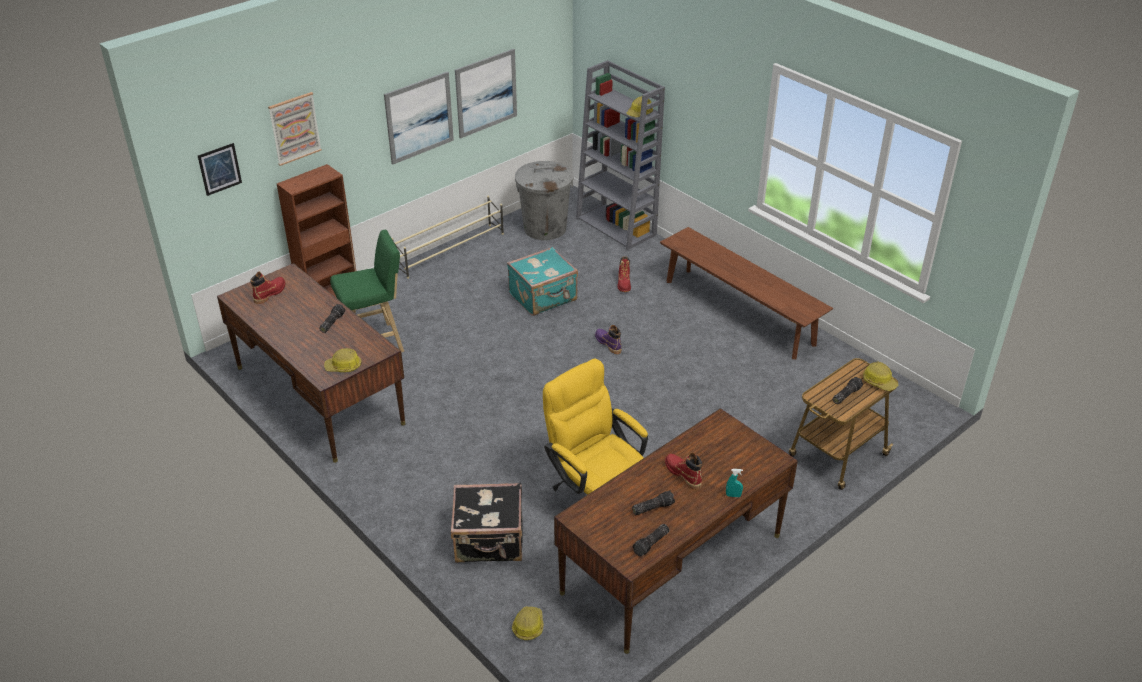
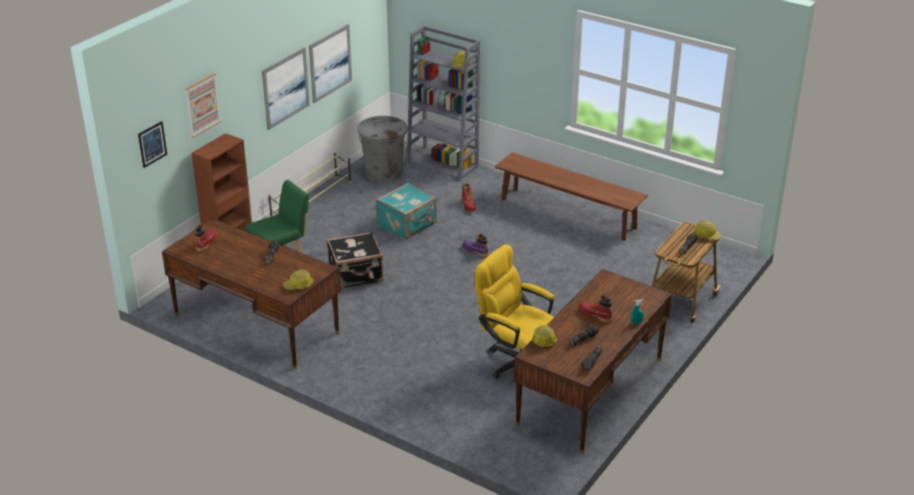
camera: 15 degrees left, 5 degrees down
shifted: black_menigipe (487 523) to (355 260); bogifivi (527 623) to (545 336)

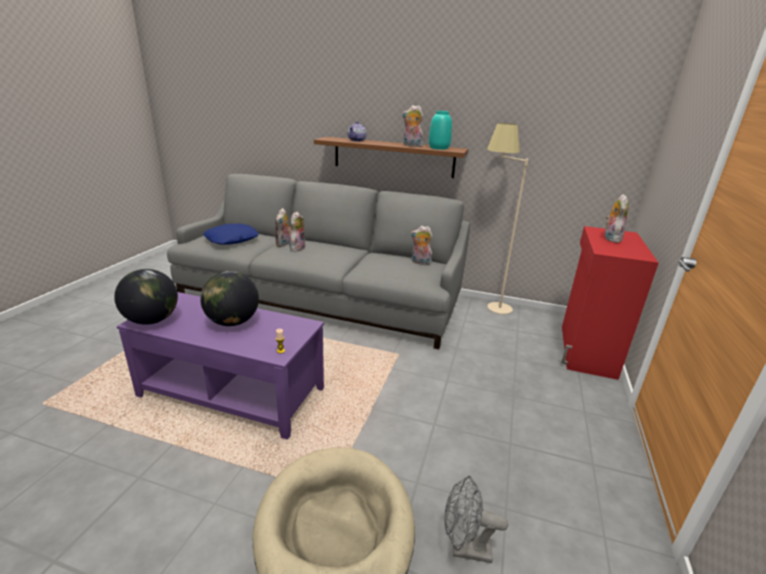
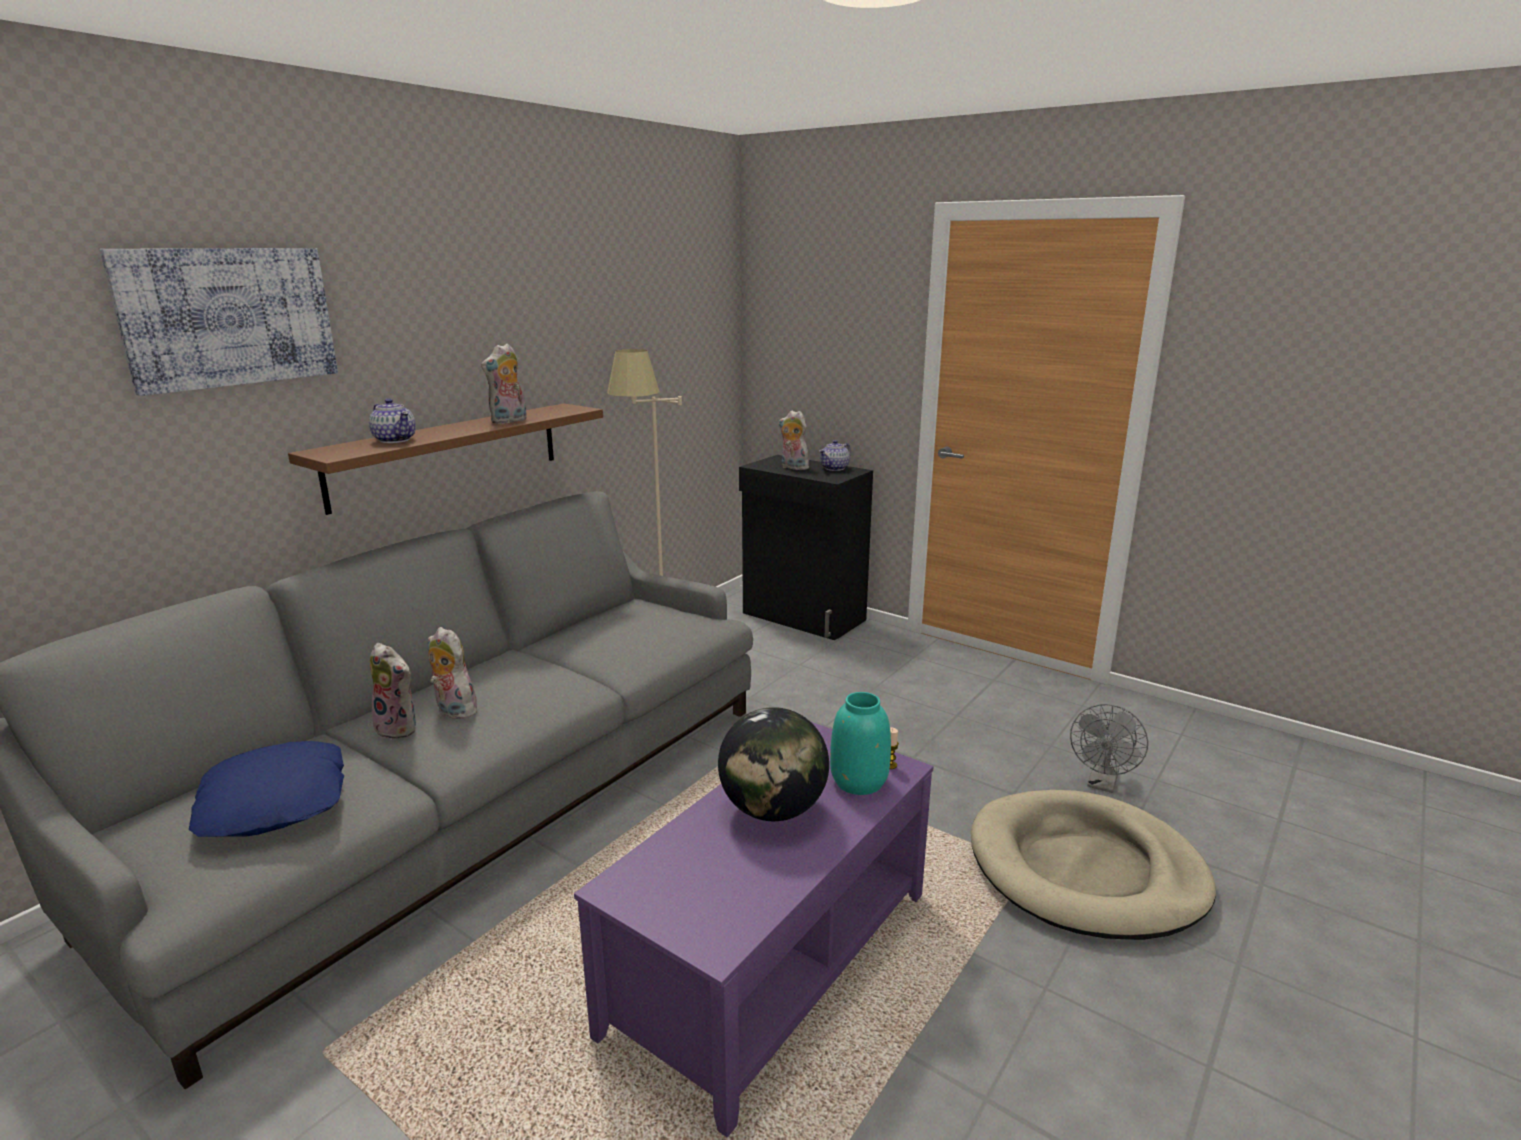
camera: 70 degrees left, 5 degrees down
gone: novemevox (146 297); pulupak (421 245)
new: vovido (219 322); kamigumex (835 455)
shifted: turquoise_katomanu (440 130) to (860 743)
repainted: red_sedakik (610 303) to black_sedakik (806 547)

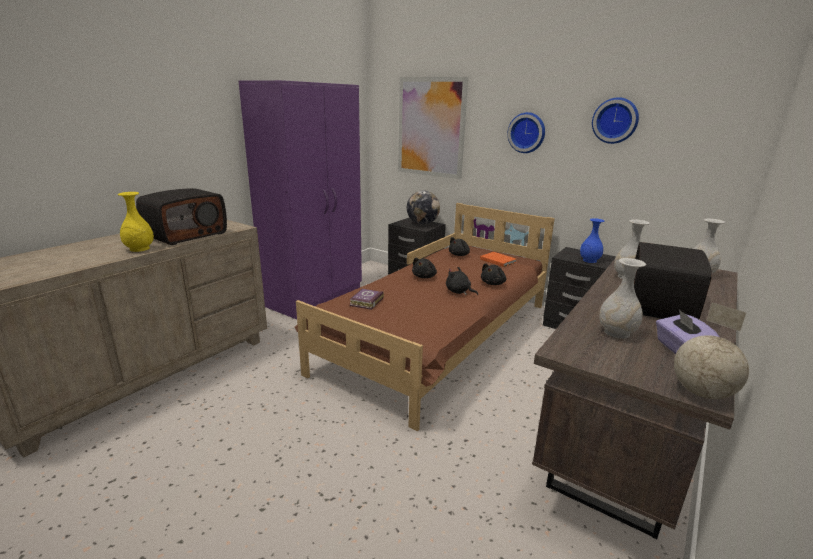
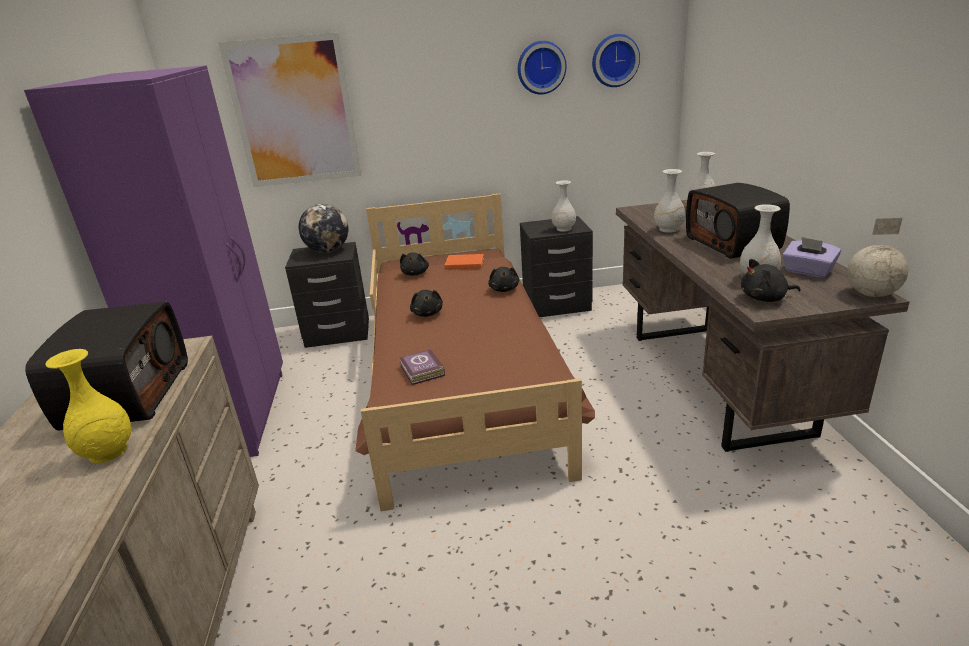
camera: 40 degrees left, 5 degrees up
shifted: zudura (526 132) to (616 60); black_pulupak (462 281) to (771 280)
repainted: blue_katomanu (592 240) to white_katomanu (564 206)

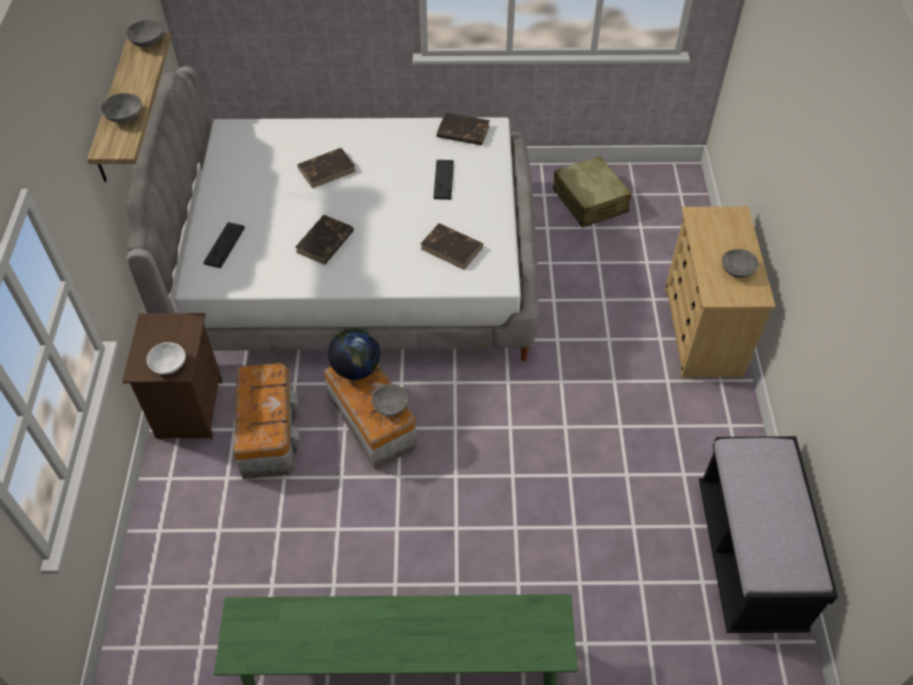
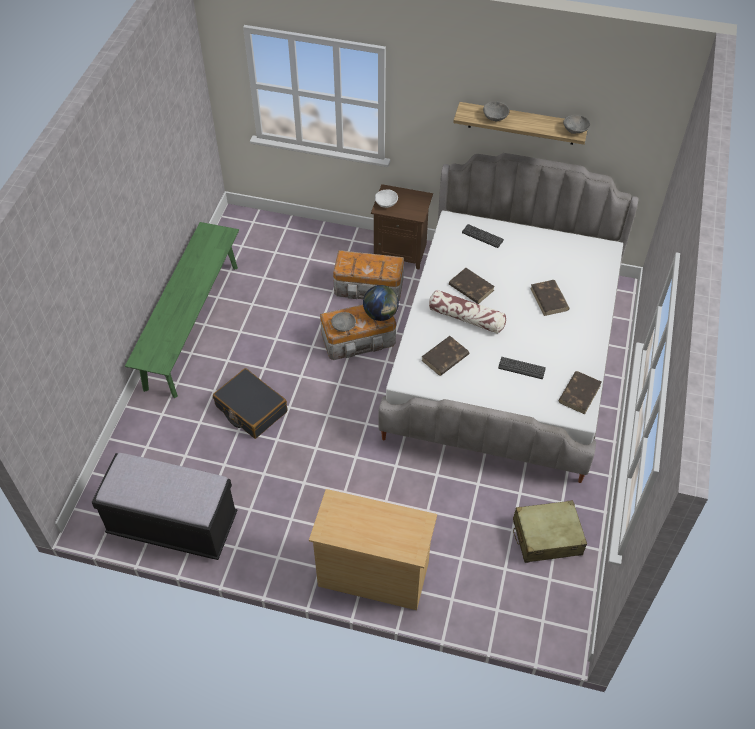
camera: 105 degrees right, 0 degrees up
gone: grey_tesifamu (740 263)
new: black_menigipe (250 403); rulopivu (467 312)

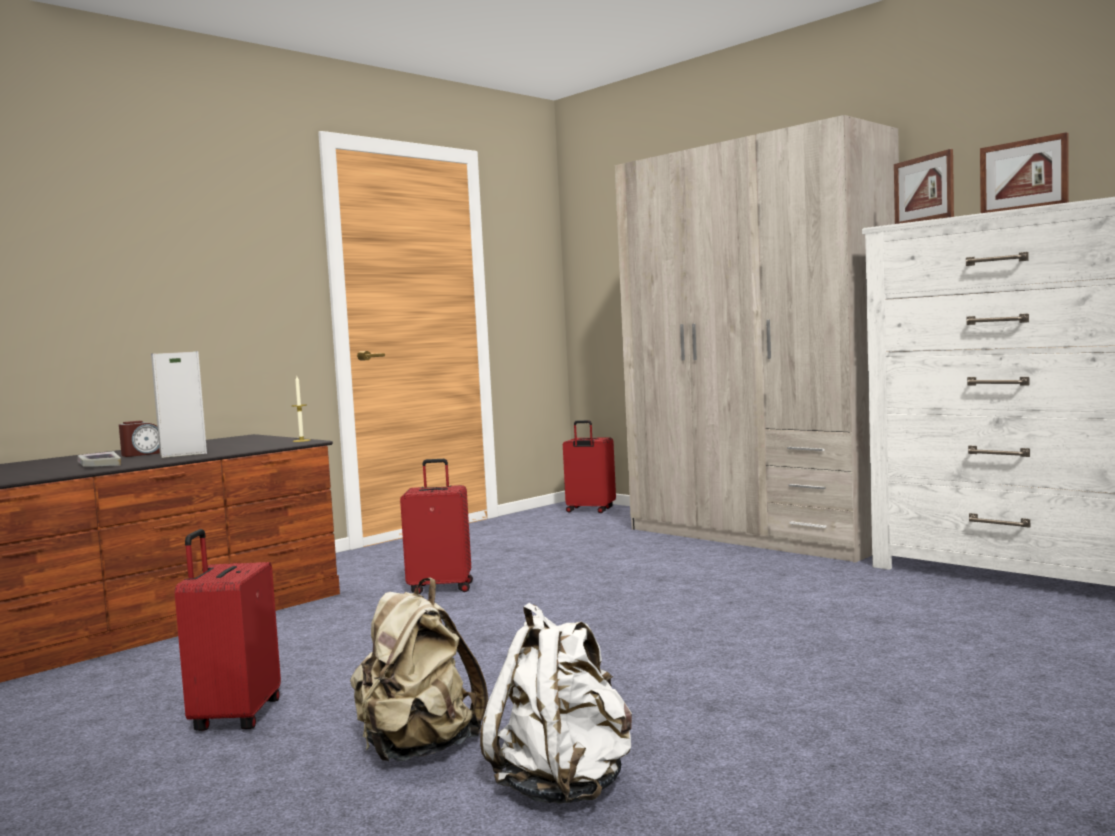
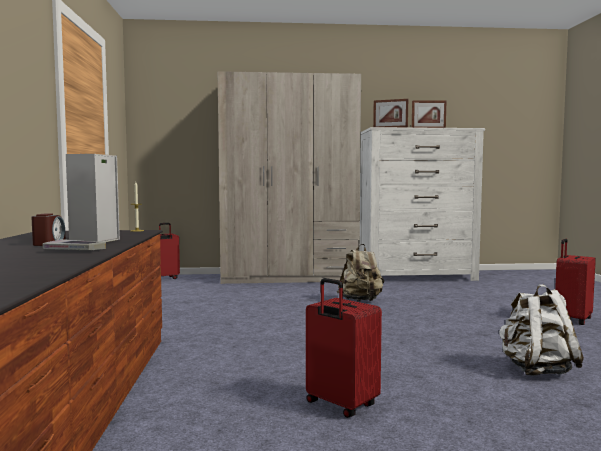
camera: 50 degrees left, 0 degrees up
shifted: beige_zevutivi (419 669) to (360 273); red_menigipe (436 526) to (575 282)

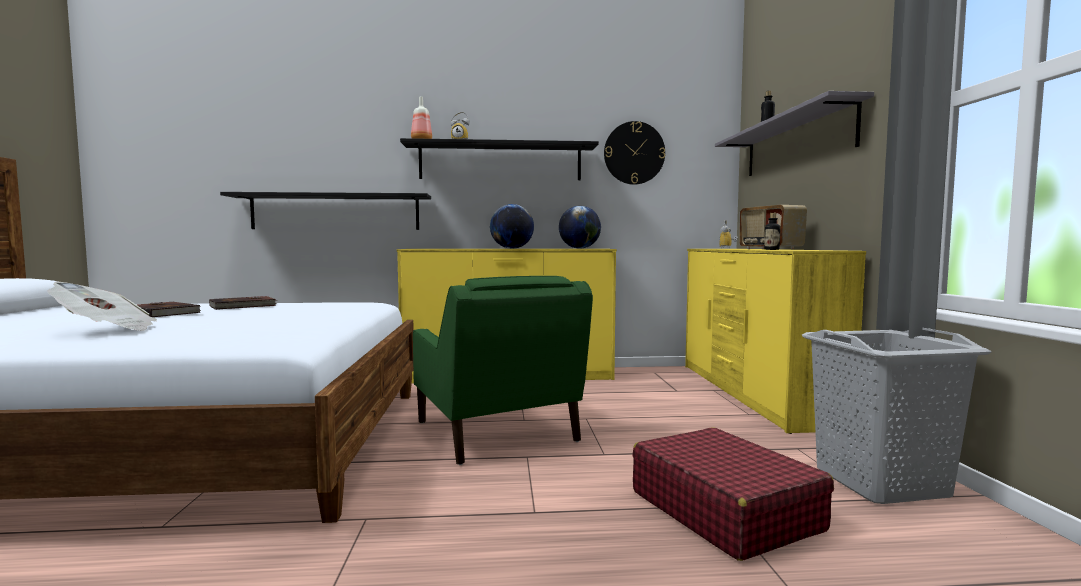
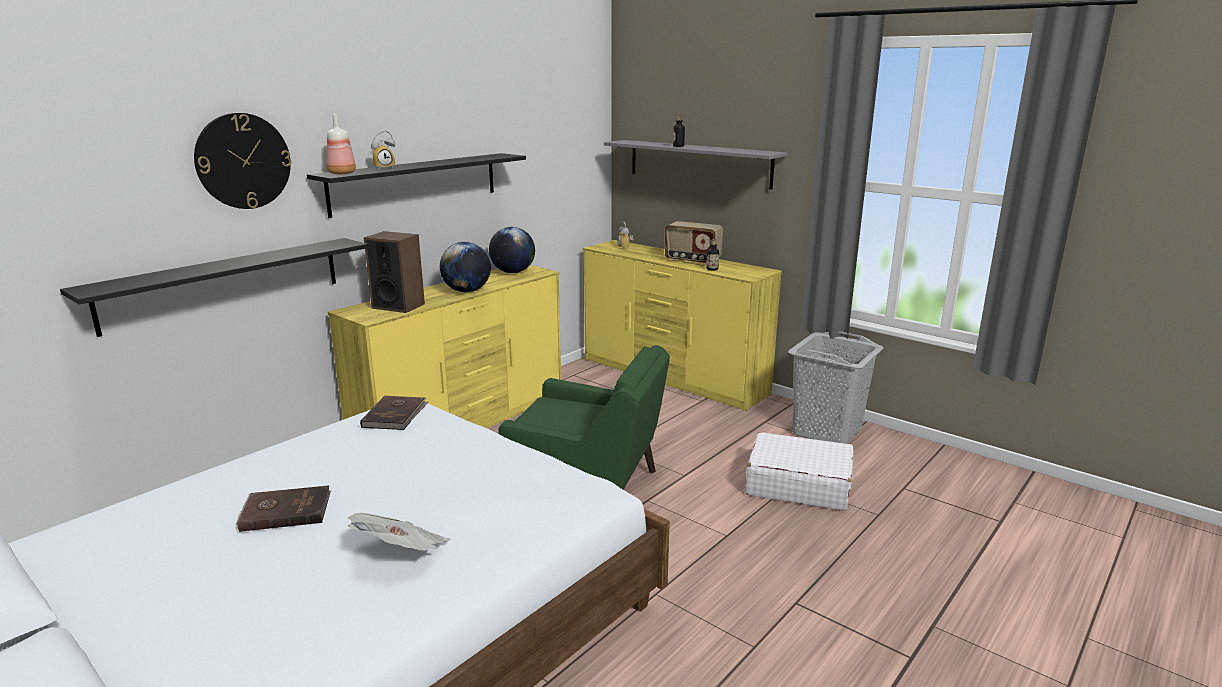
camera: 45 degrees left, 15 degrees up
new: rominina (394 272)
shifted: zudura (634 153) to (242 161); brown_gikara (242 303) to (394 413)
repainted: red_menigipe (733 494) to white_menigipe (799 471)

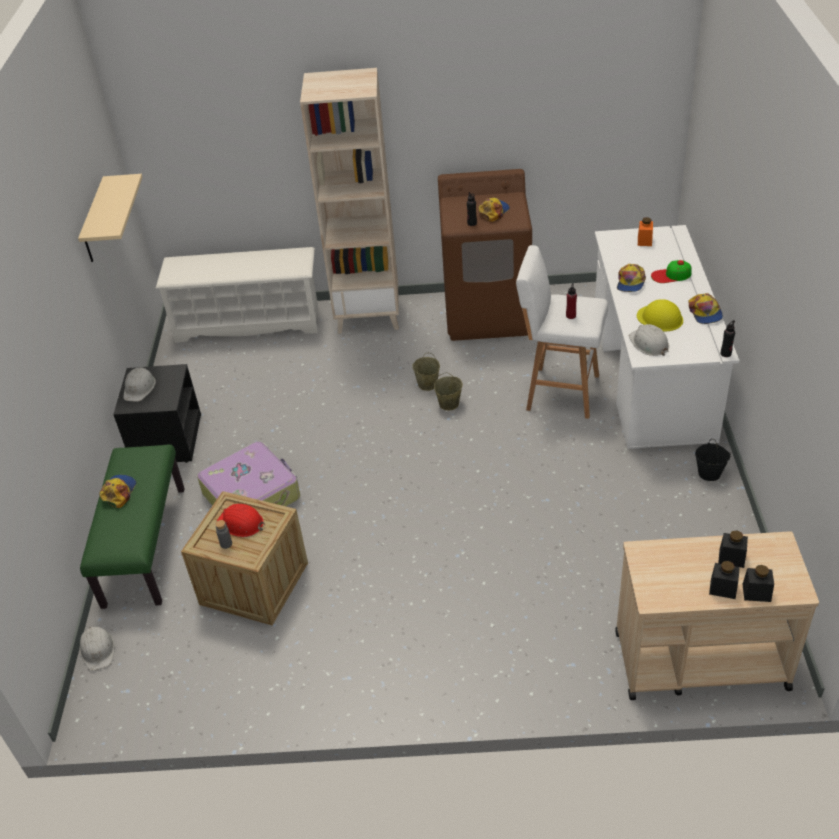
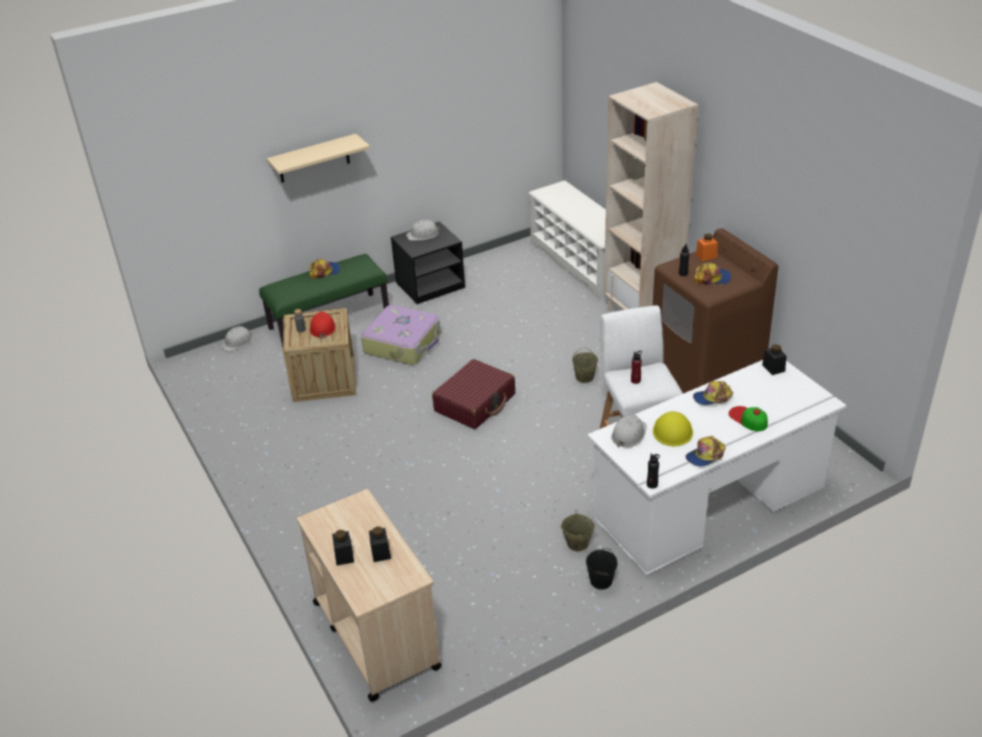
camera: 60 degrees right, 5 degrees down
new: red_menigipe (473 394)
shifted: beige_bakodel (110 218) to (318 158); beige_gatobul (448 391) to (578 530); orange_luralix (645 231) to (707 247); black_luralix (758 583) to (774 359)

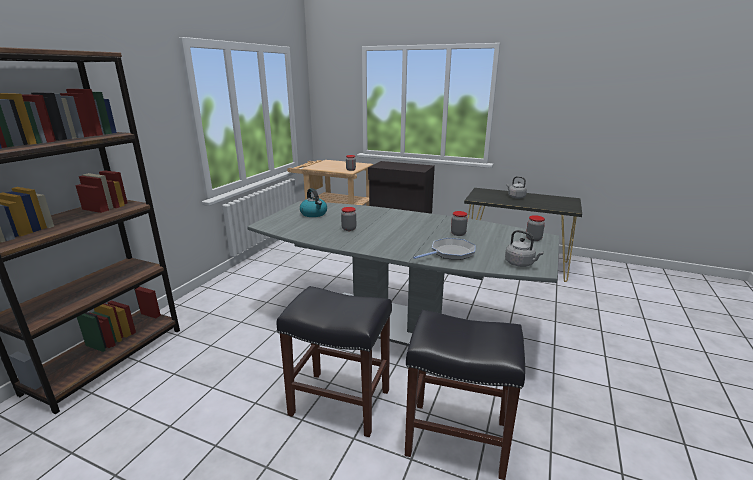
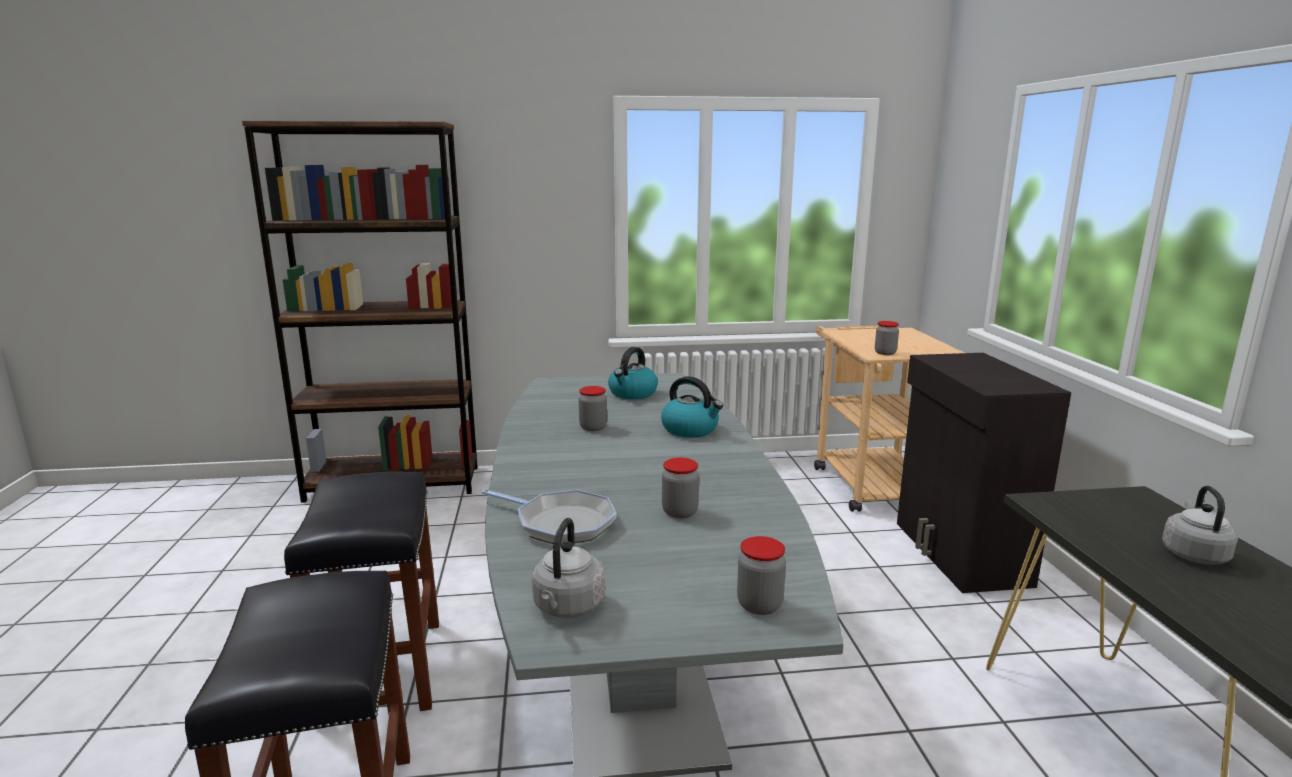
camera: 60 degrees right, 5 degrees down
new: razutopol (692 406)

